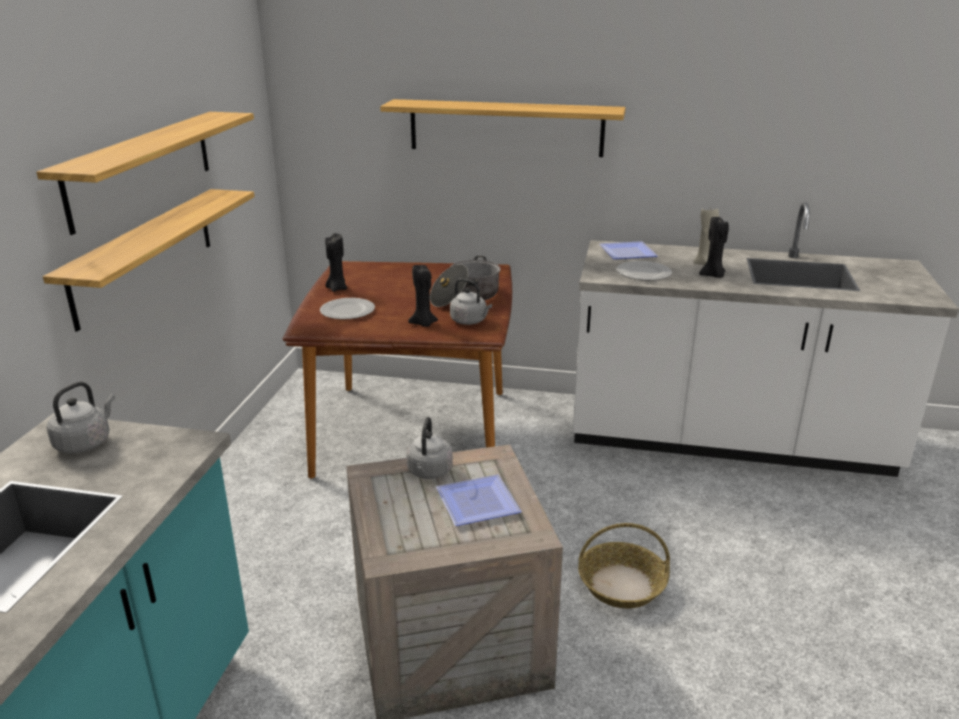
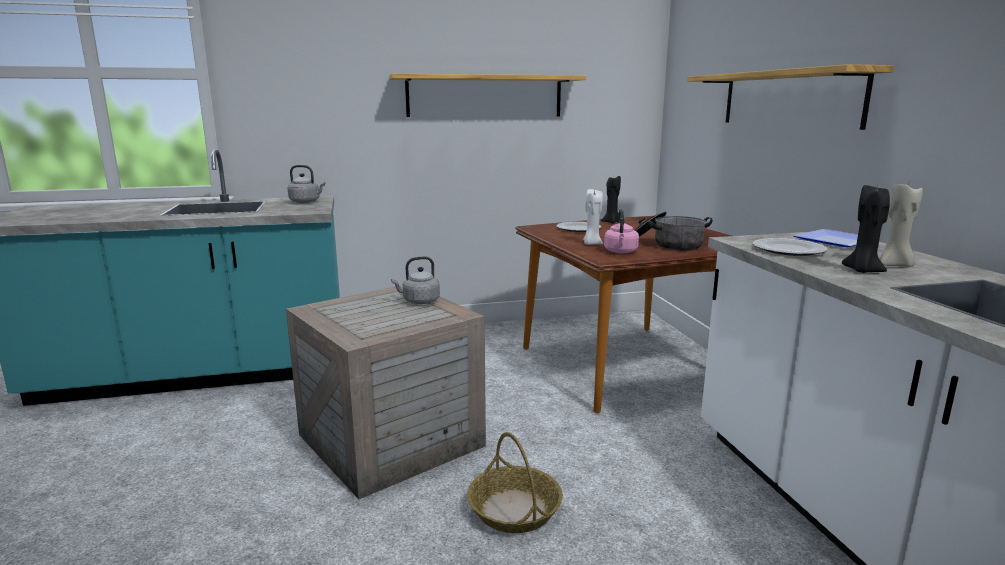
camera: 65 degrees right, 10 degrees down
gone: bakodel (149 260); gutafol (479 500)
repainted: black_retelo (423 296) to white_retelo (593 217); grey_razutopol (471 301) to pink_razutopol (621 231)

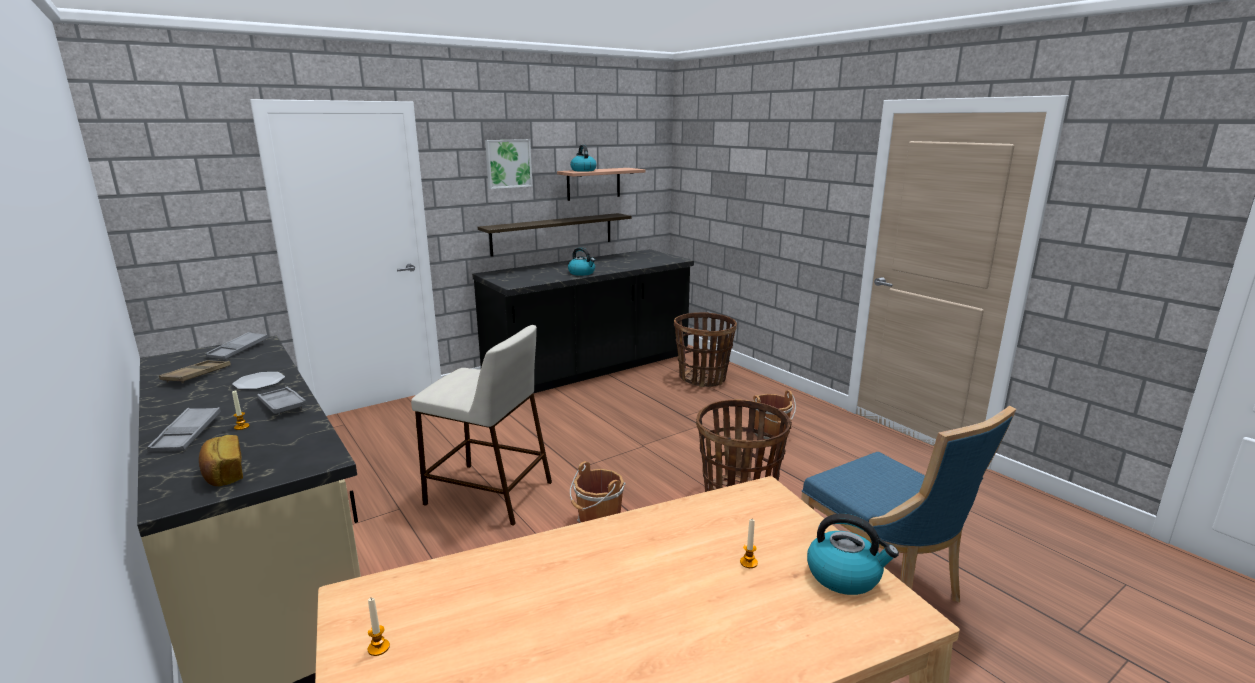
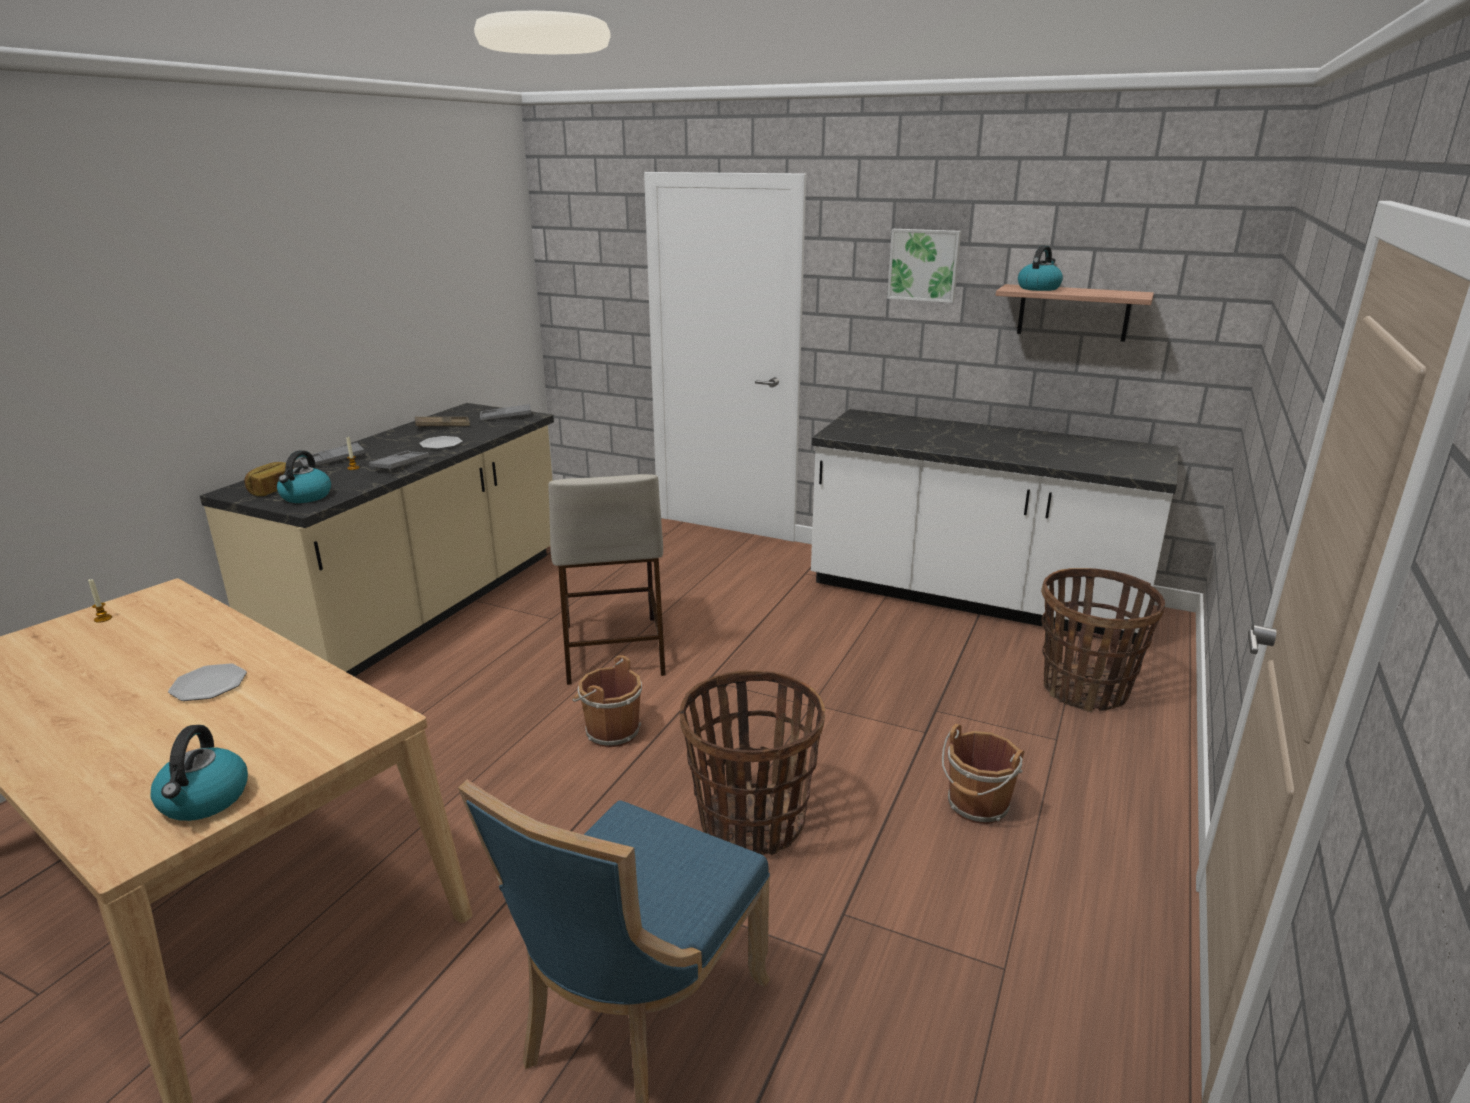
camera: 60 degrees right, 5 degrees up
gone: bakodel (555 235); retelo (749 543)
new: gutafol (207 682)
shifted: razutopol (581 261) to (304 476)
repainted: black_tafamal (583 321) to white_tafamal (994 526)

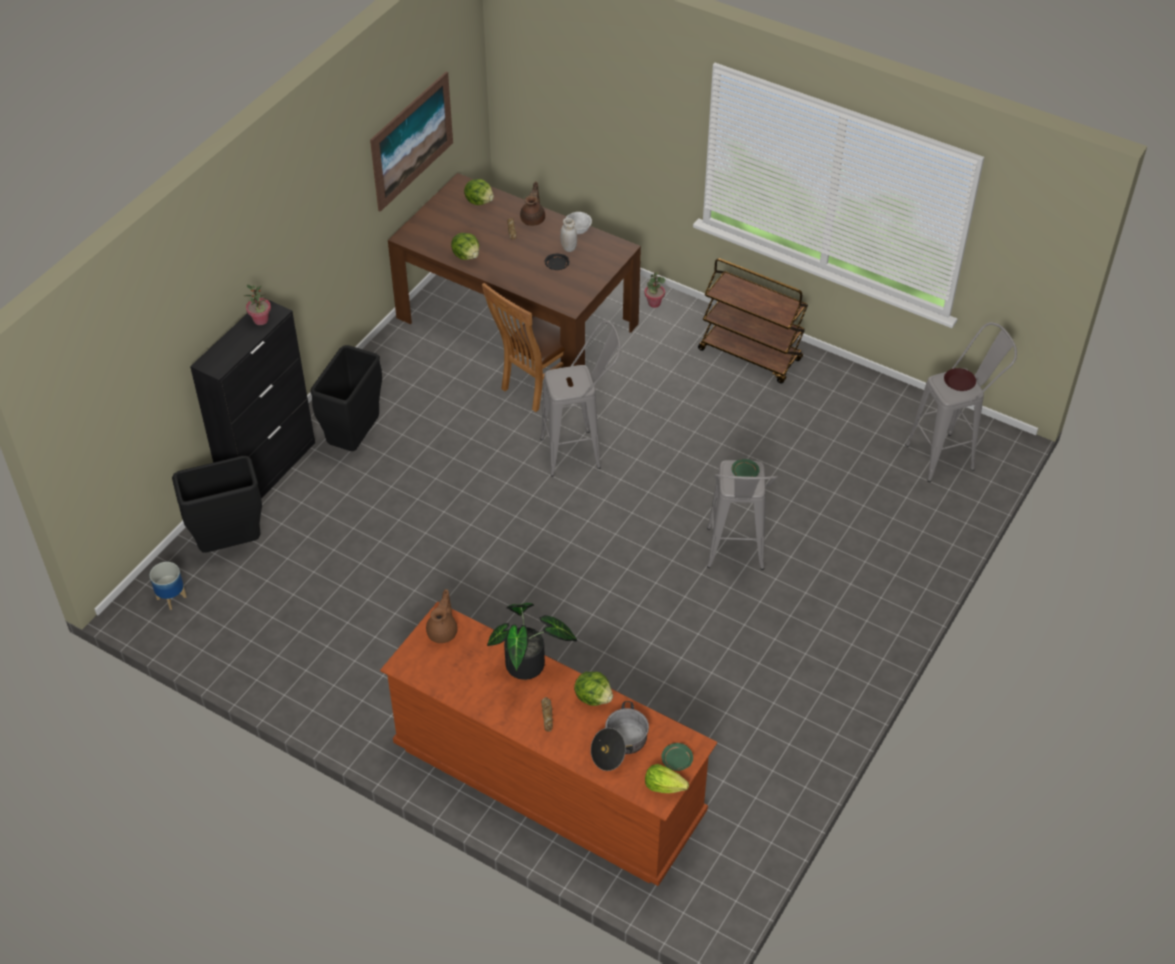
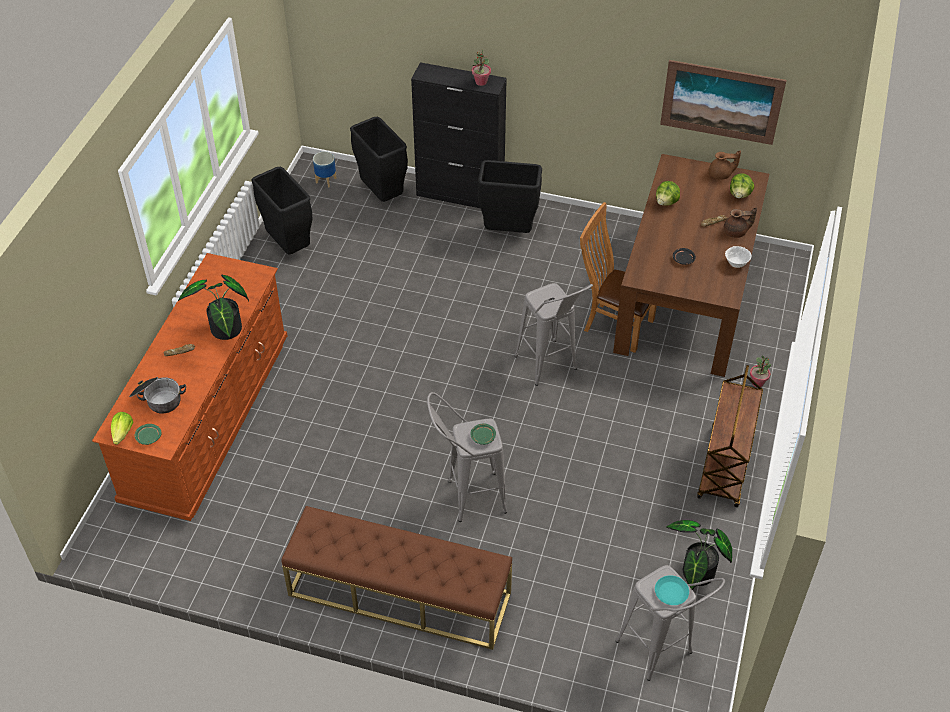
camera: 75 degrees right, 0 degrees up
gone: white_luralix (568 235); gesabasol (593 689)
new: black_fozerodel (282 211); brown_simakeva (397 578); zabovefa (699 555)
shifted: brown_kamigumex (442 616) to (725 165)
repainted: brown_gutafol (960 379) to turquoise_gutafol (672 590)

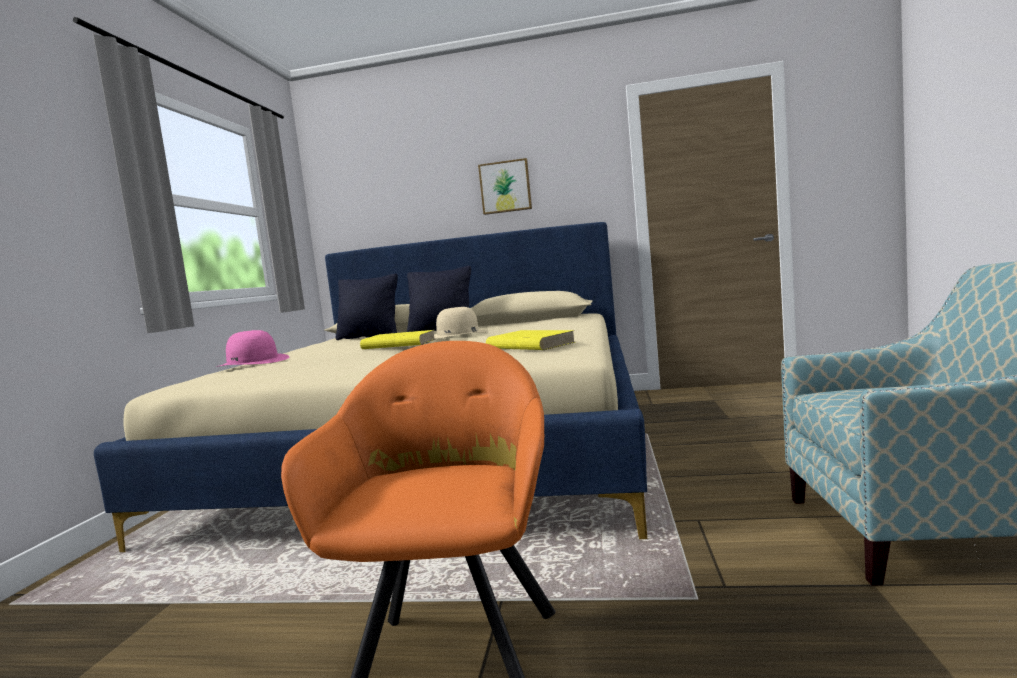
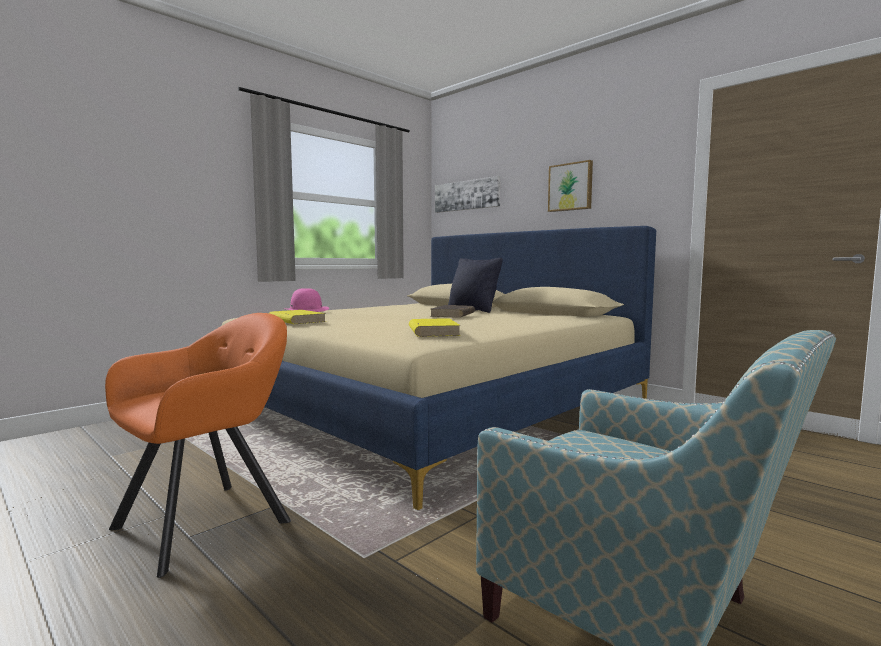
camera: 35 degrees right, 0 degrees up
gone: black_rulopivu (367 306)
new: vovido (467 194)
shifted: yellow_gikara (397 339) to (297 317)
swapped: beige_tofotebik (461 323) to brown_gikara (452 311)

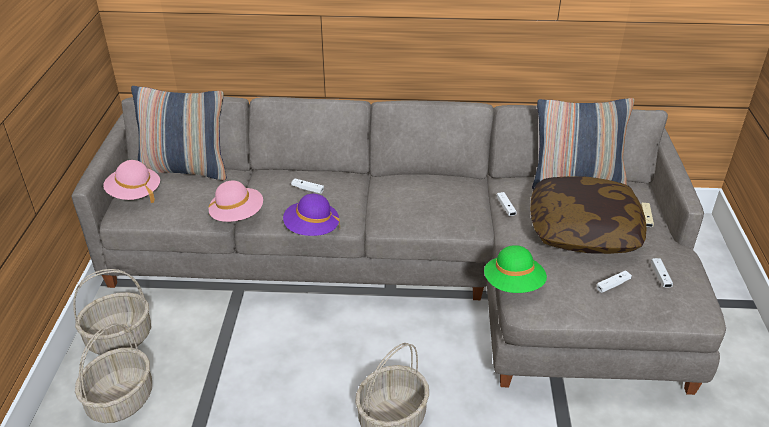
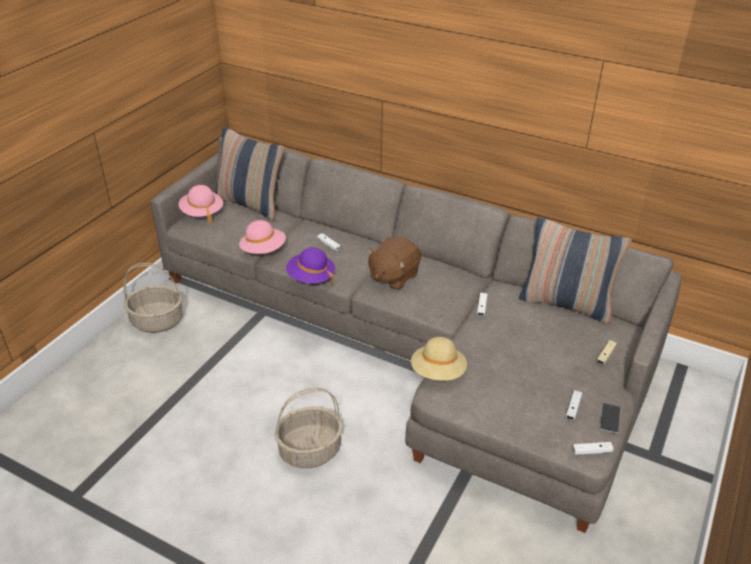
camera: 25 degrees right, 0 degrees up
gone: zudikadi (113 373); rulopivu (588 215)
new: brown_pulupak (394 263); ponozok (610 418)
shifted: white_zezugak (614 281) to (593 448)
repainted: green_tofotebik (515 269) to beige_tofotebik (439 359)

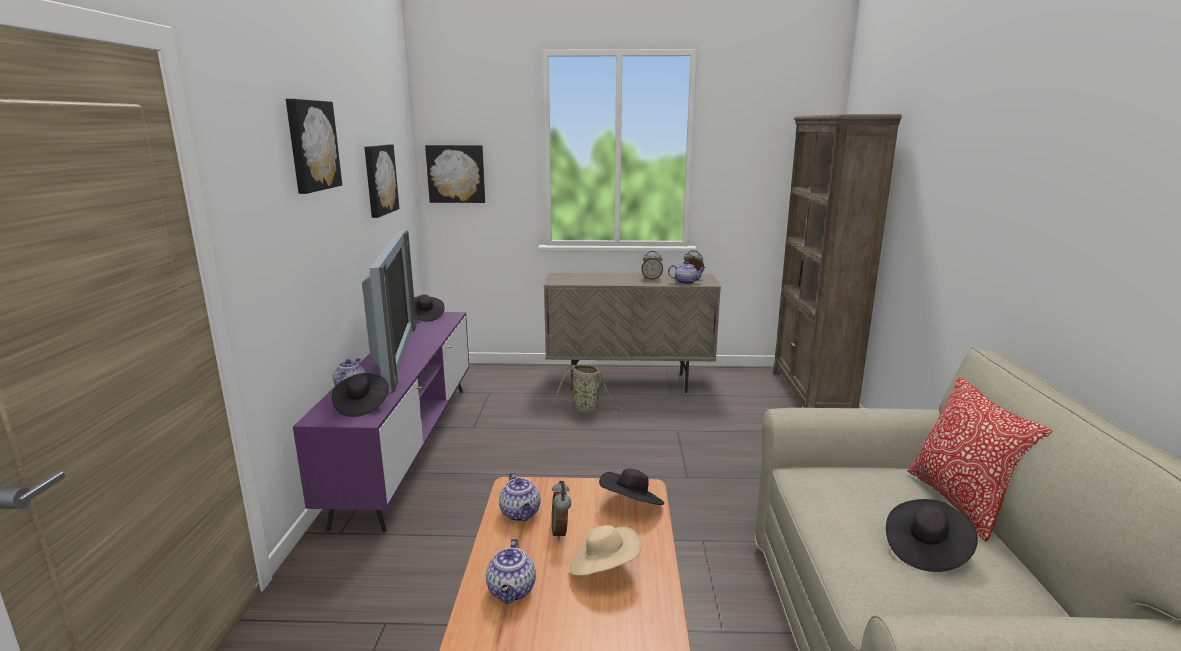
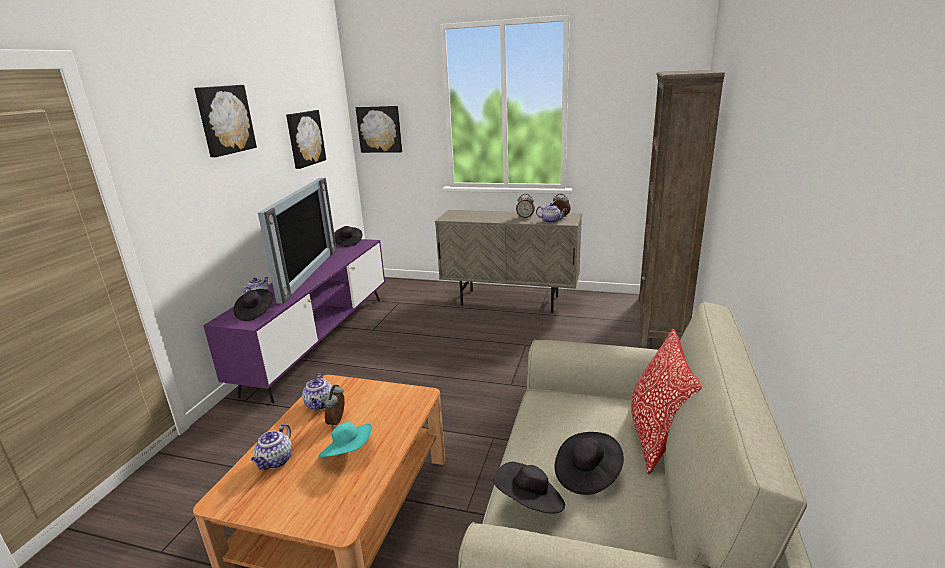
camera: 15 degrees right, 5 degrees up
gone: zudikadi (589 388)
shifted: black_tofotebik (631 487) to (529 487)
repainted: beige_tofotebik (606 550) to turquoise_tofotebik (345 440)

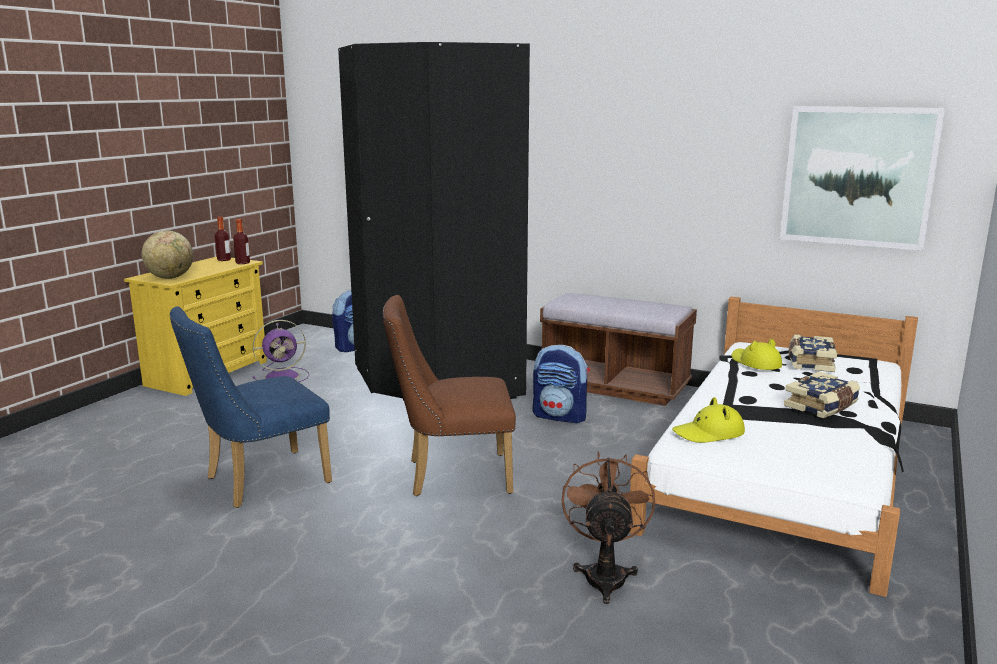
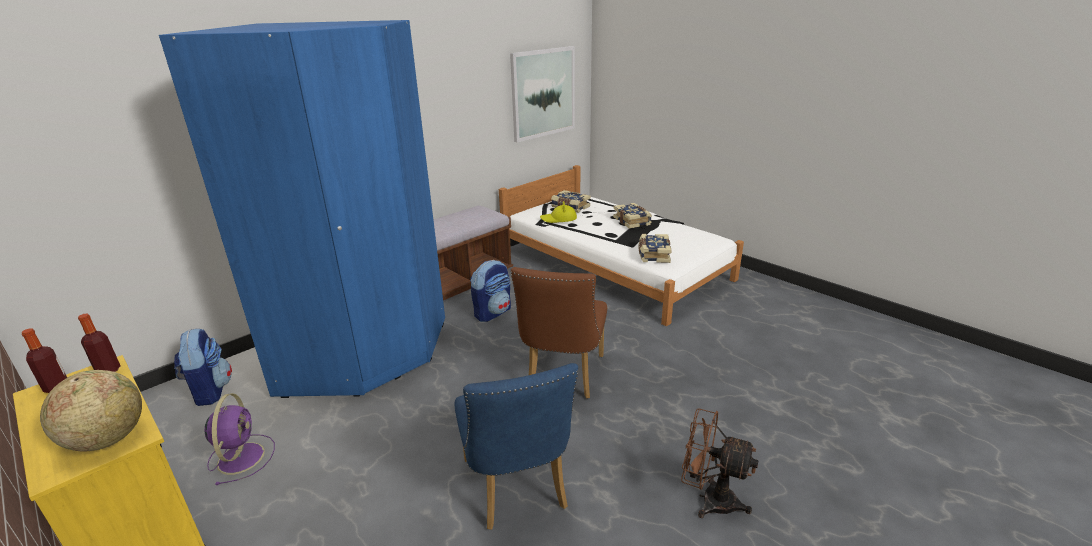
camera: 70 degrees left, 10 degrees up
shifted: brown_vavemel (608 527) to (720 463)
swapped: yellow_tofotebik (708 420) to gikara (655 248)
repainted: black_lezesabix (434 221) to blue_lezesabix (302 209)

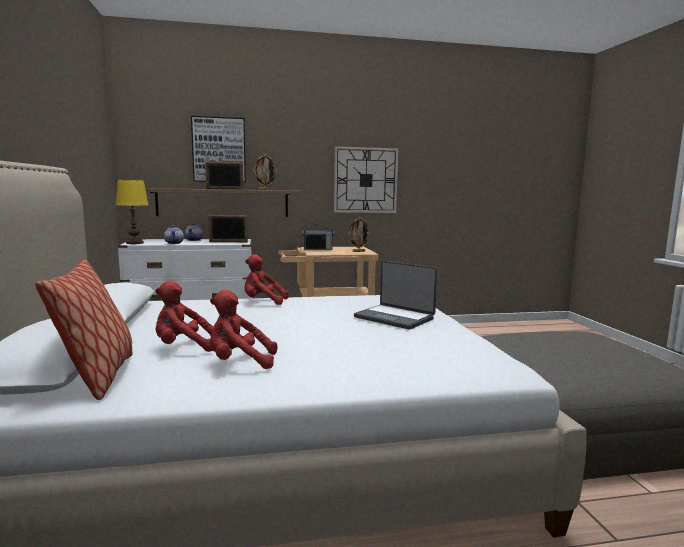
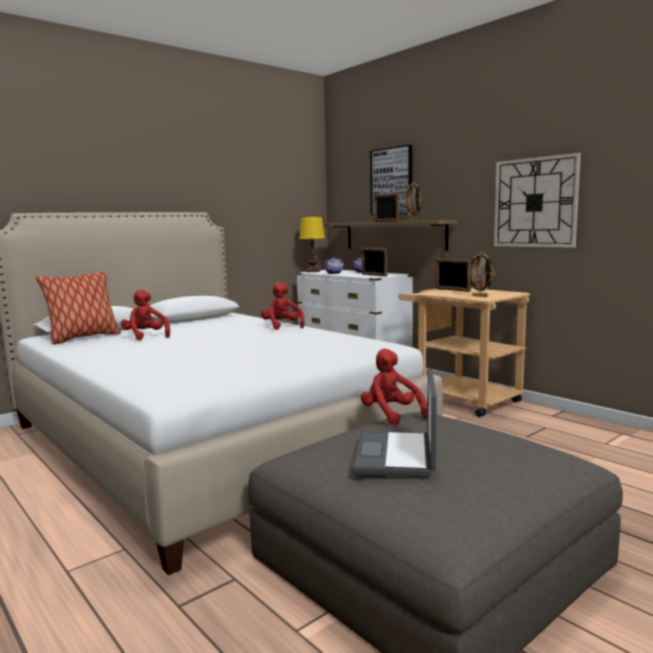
camera: 60 degrees right, 0 degrees up
shifted: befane (396 295) to (394 423); red_pulupak (243 329) to (394 386)
swapped: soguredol (318 235) to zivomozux (453 275)

